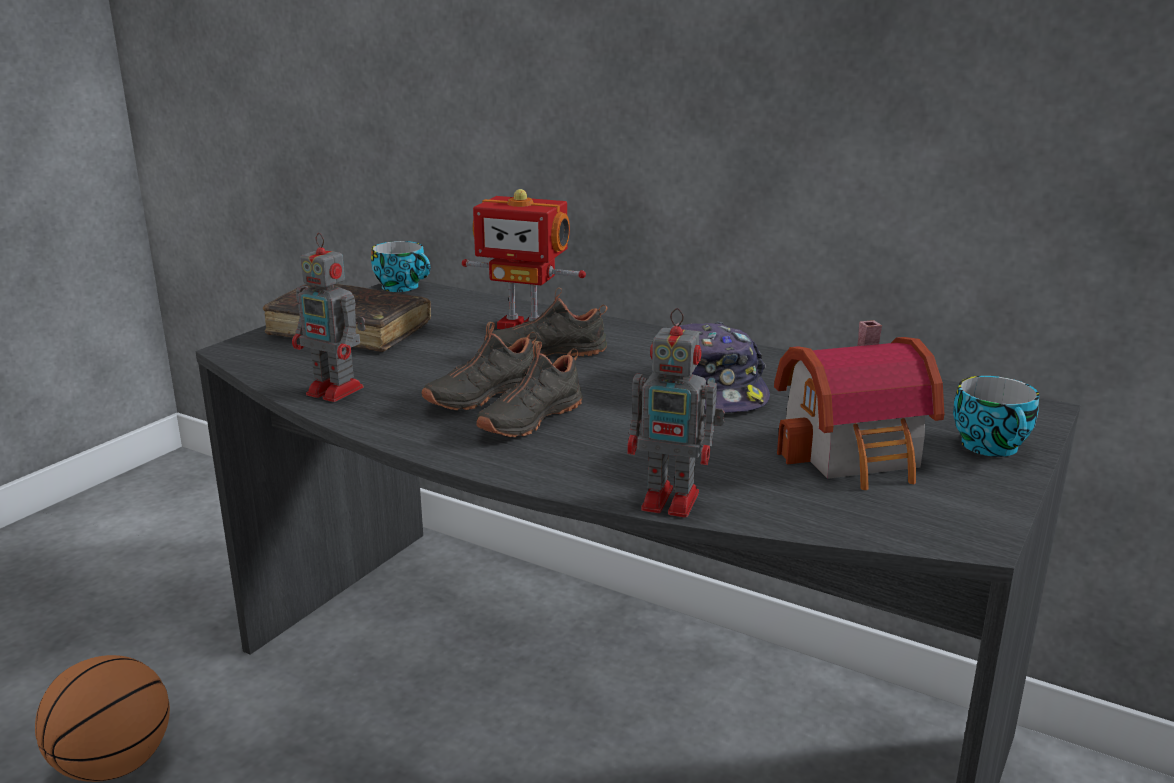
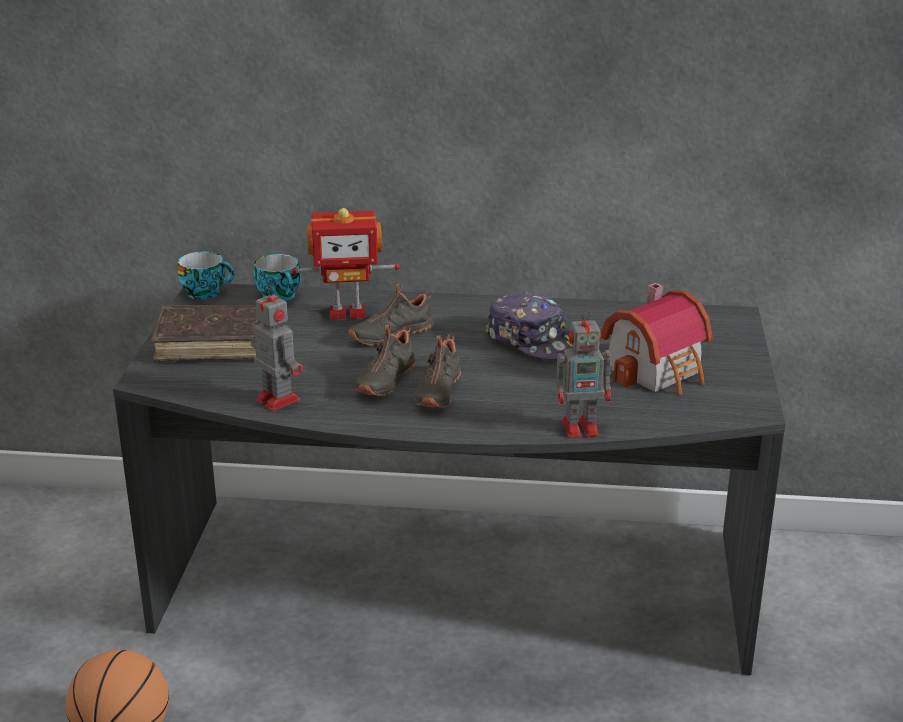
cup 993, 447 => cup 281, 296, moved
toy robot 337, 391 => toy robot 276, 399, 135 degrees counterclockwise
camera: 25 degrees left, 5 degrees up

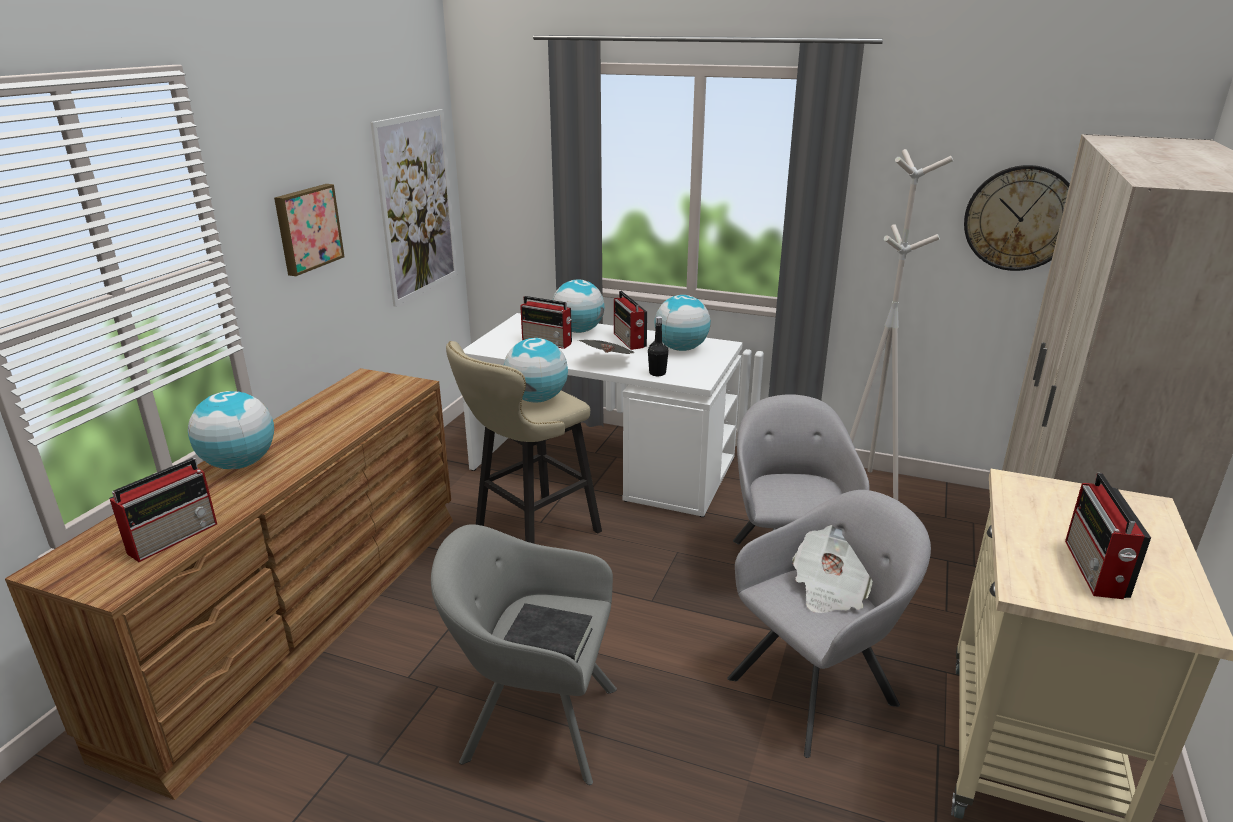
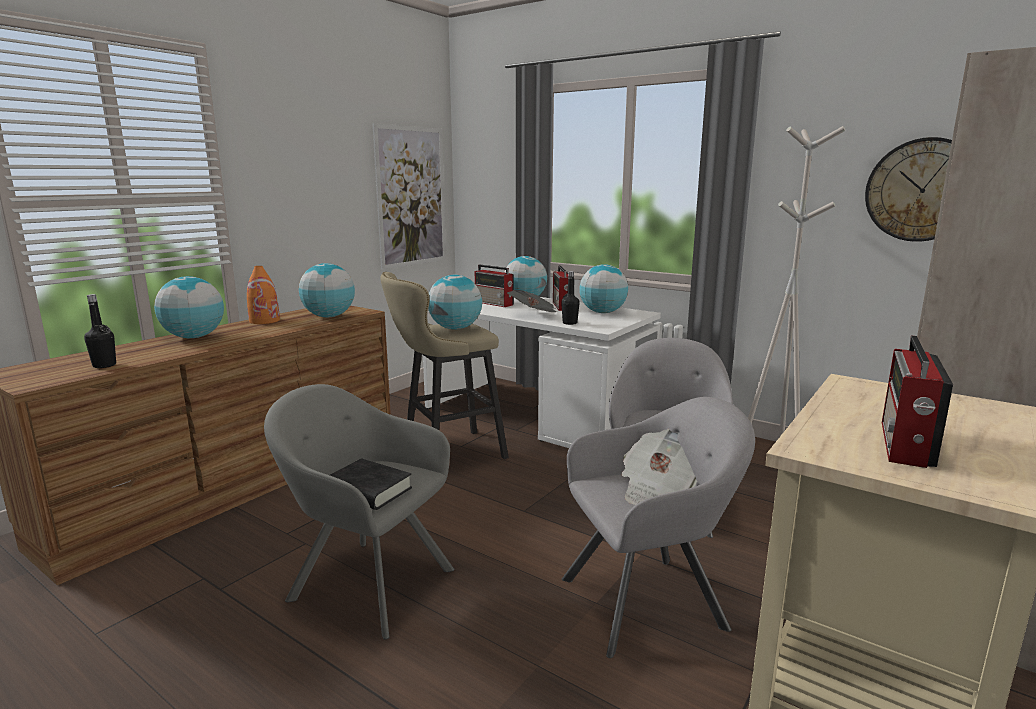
wall art 307, 228 => nothing
nothing => orangey decorative vase 265, 321
nothing => globe 329, 316
radio set 174, 537 => black bottle 104, 365
camera: 15 degrees right, 10 degrees down

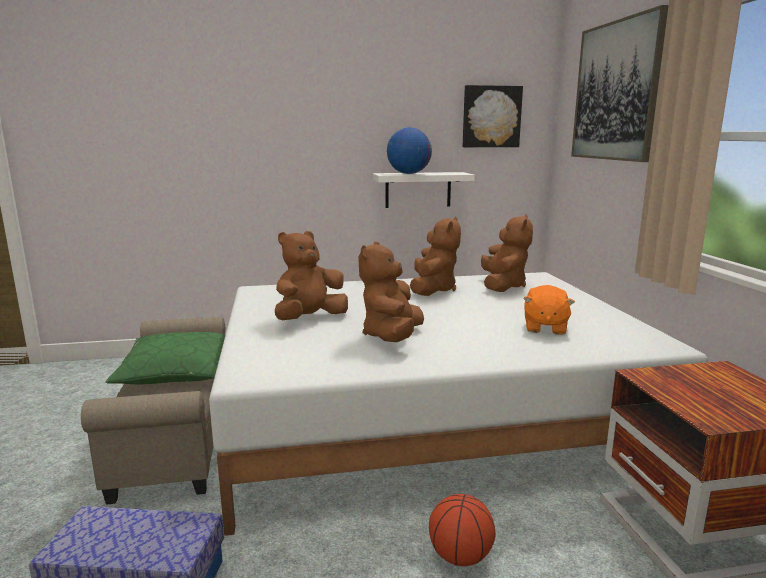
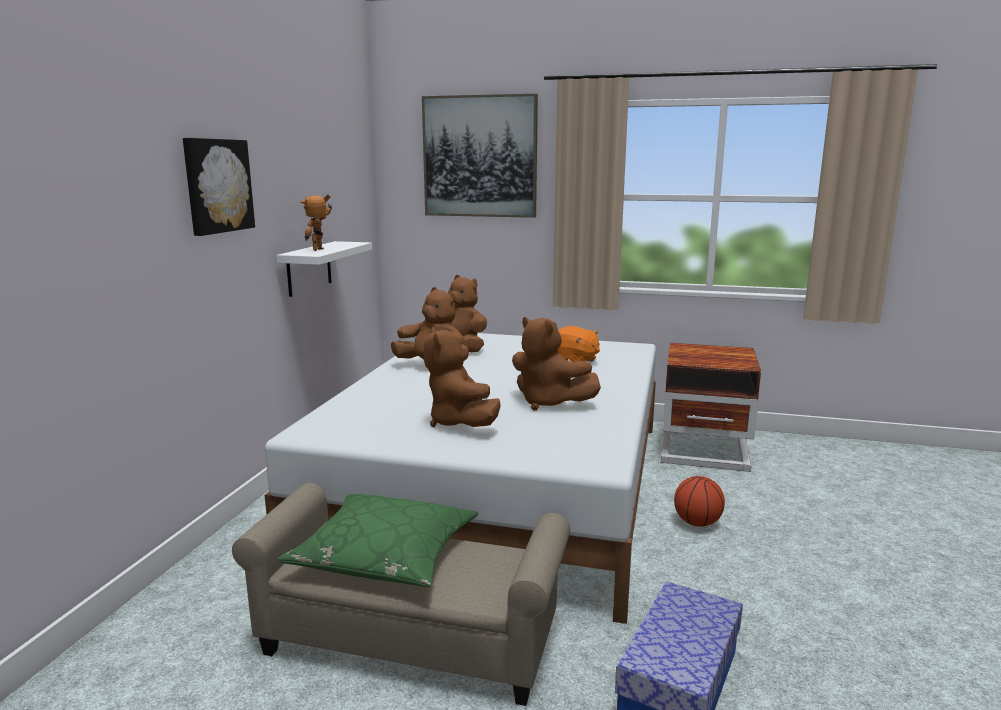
wall art 491, 117 => wall art 217, 186, moved
globe 408, 173 => toy robot 320, 250
camera: 65 degrees left, 0 degrees up

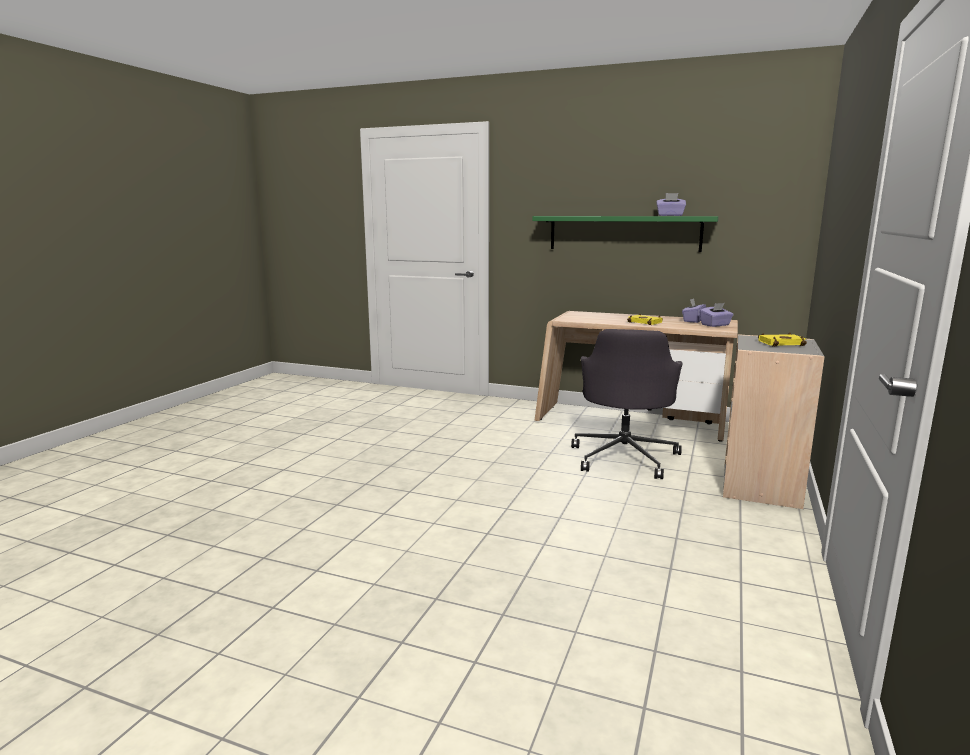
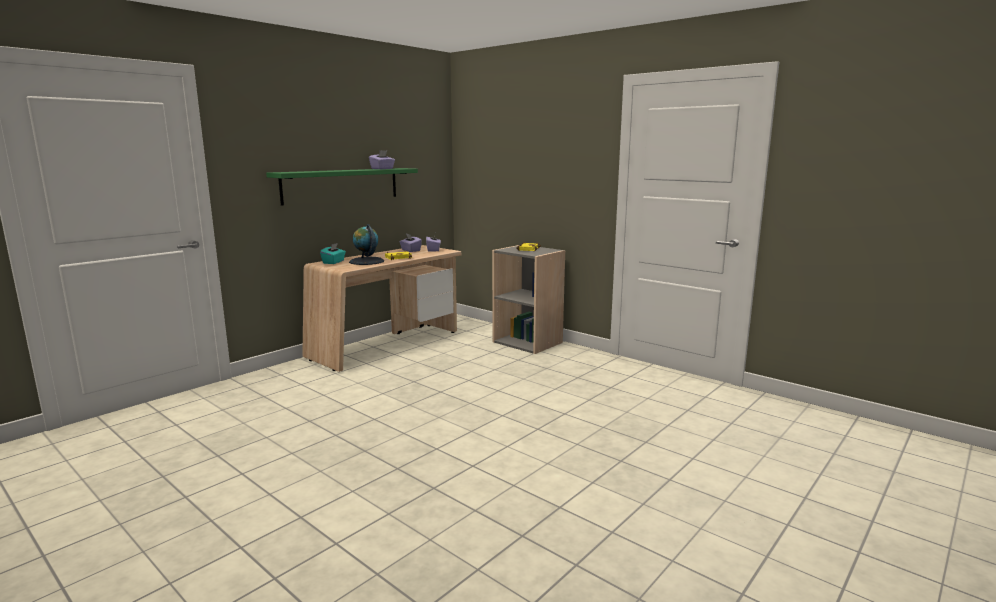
greyish computer chair 624, 457 => nothing
nothing => turquoise box of tissues 333, 262
nothing => globe 366, 261
camera: 70 degrees left, 0 degrees up

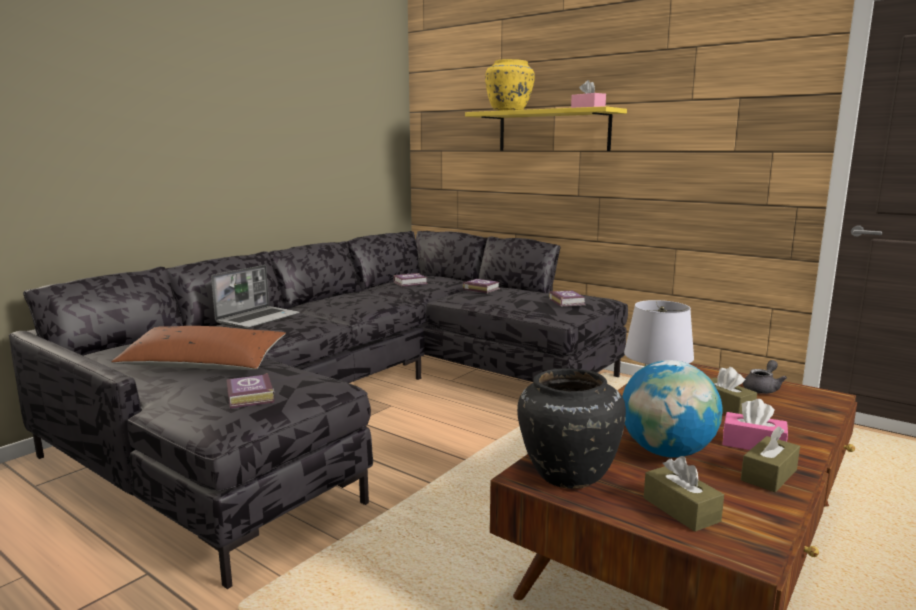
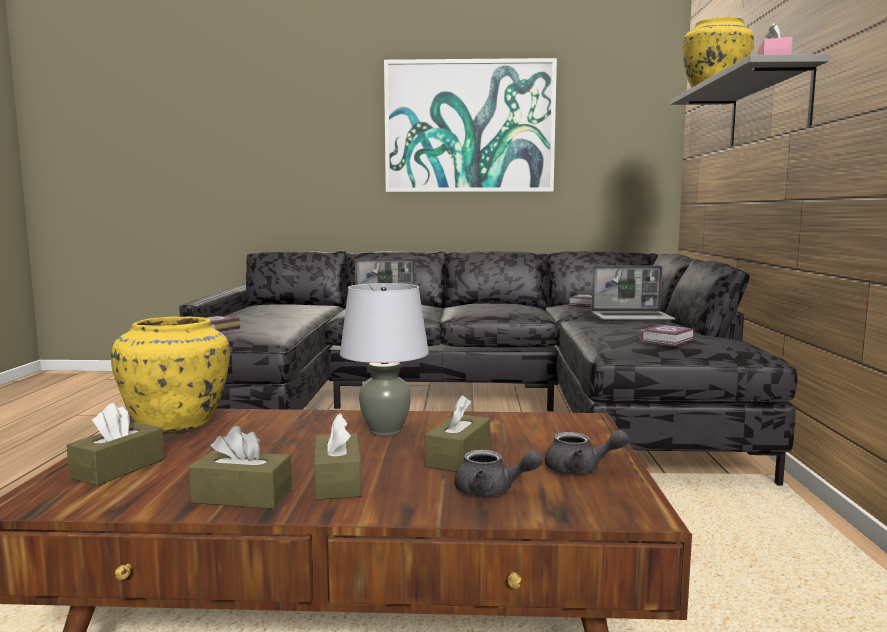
brown-coloured pillow 203, 364 => nothing
globe 666, 452 => nothing
nothing => wall art 469, 127
nothing => greyish tea pot 492, 491
book 481, 289 => laptop 632, 318
yellow-coloured bracket shelf 553, 131 => greyish bracket shelf 768, 108
black decorative vase 567, 473 => yellow-coloured decorative vase 178, 424
pinkish box of tissues 753, 444 => brown-coloured box of tissues 337, 481
camera: 55 degrees right, 5 degrees down

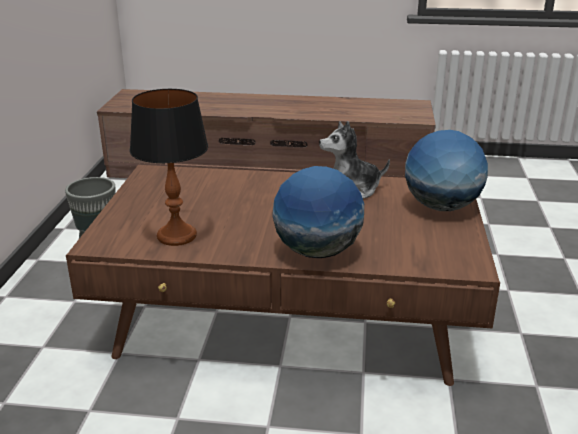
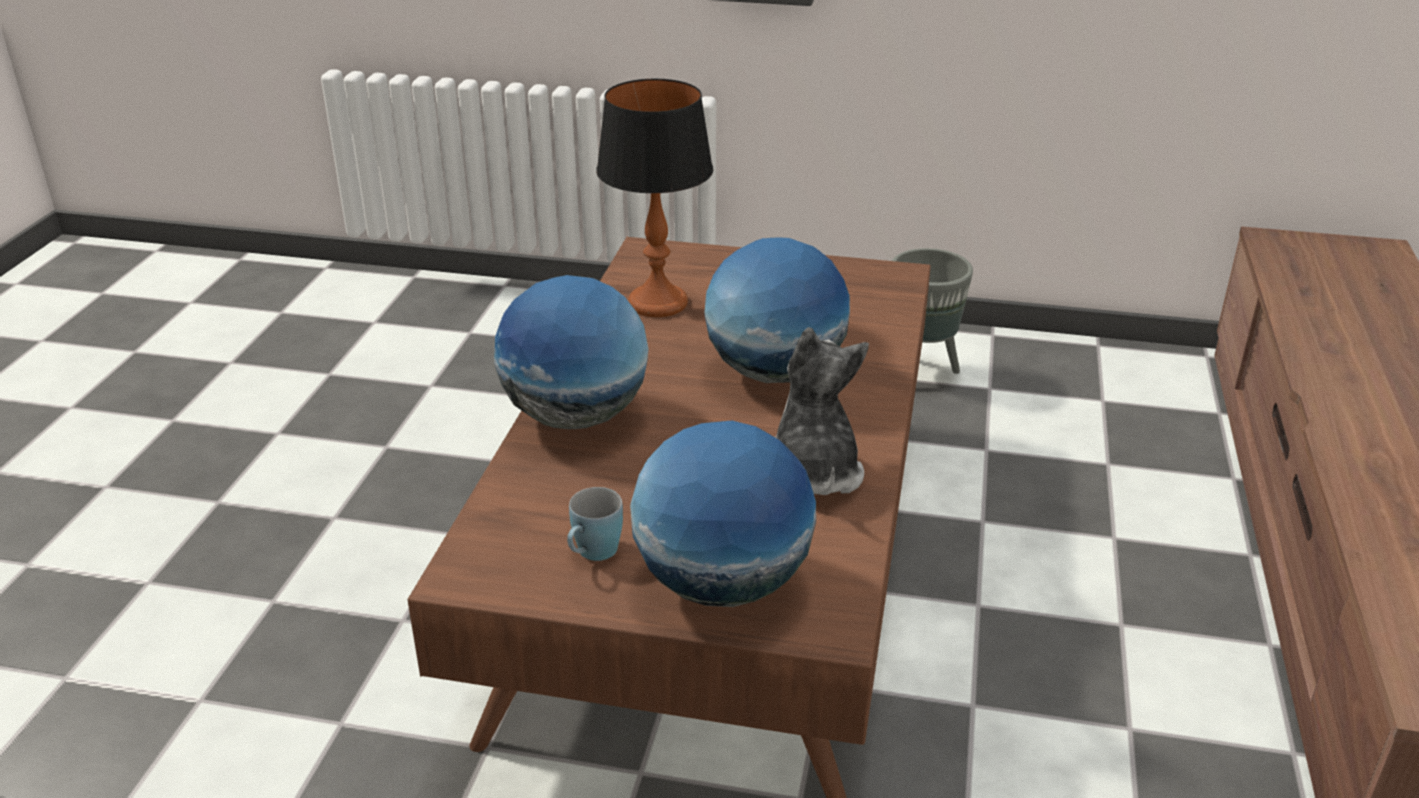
nothing => blue-coloured coffee mug 592, 554
nothing => globe 774, 372
camera: 95 degrees right, 5 degrees up

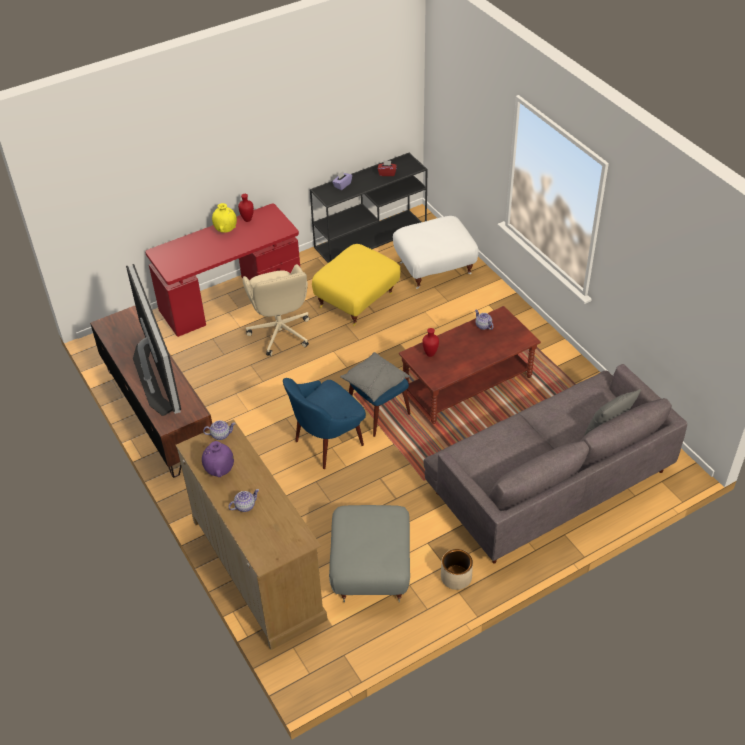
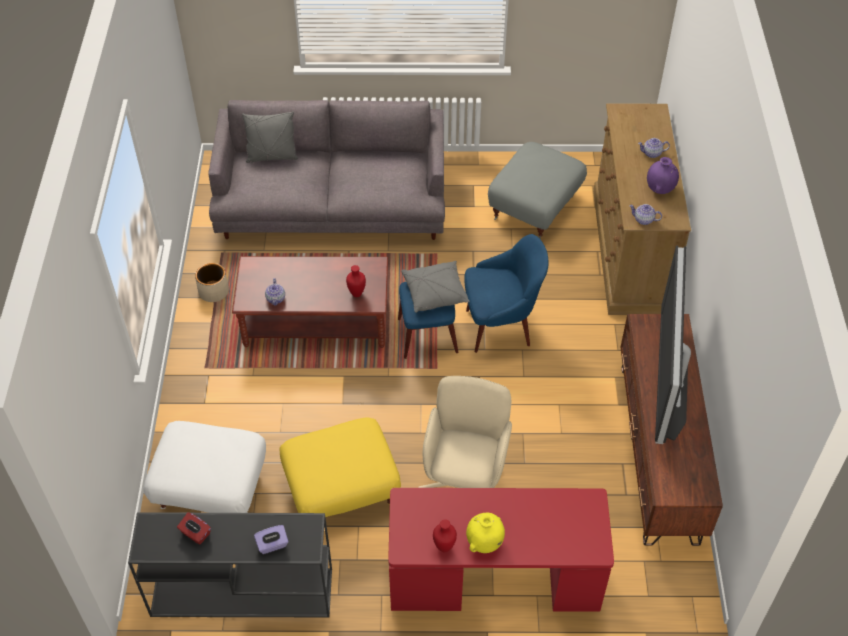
beige flower pot 456, 577 => beige flower pot 214, 291, moved
camera: 150 degrees left, 5 degrees up

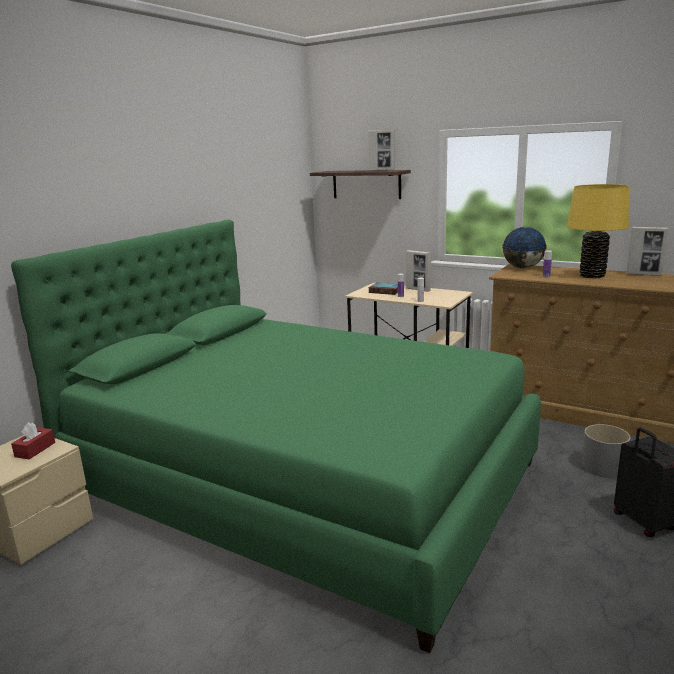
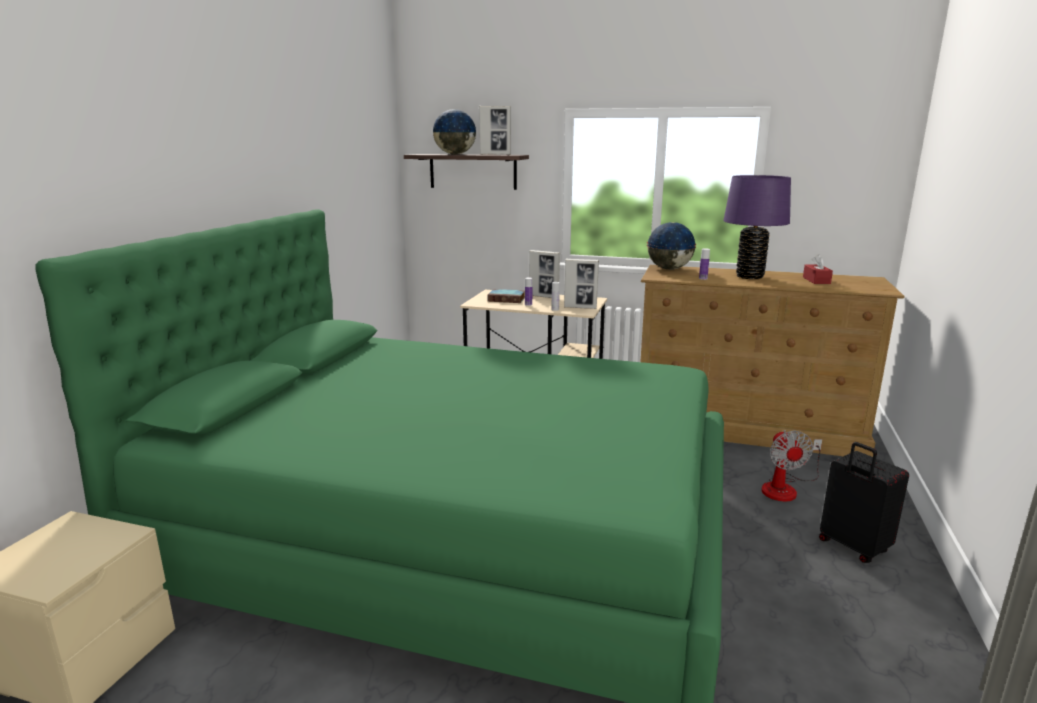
nothing => globe 455, 154
red-coloured box of tissues 35, 449 => red-coloured box of tissues 816, 280, moved
standing frame 643, 274 => standing frame 580, 307, moved
greyish flower pot 603, 467 => electric fan 785, 488
yellow-coloured tabletop lamp 592, 276 => purple-coloured tabletop lamp 749, 276
camera: 15 degrees left, 0 degrees up

